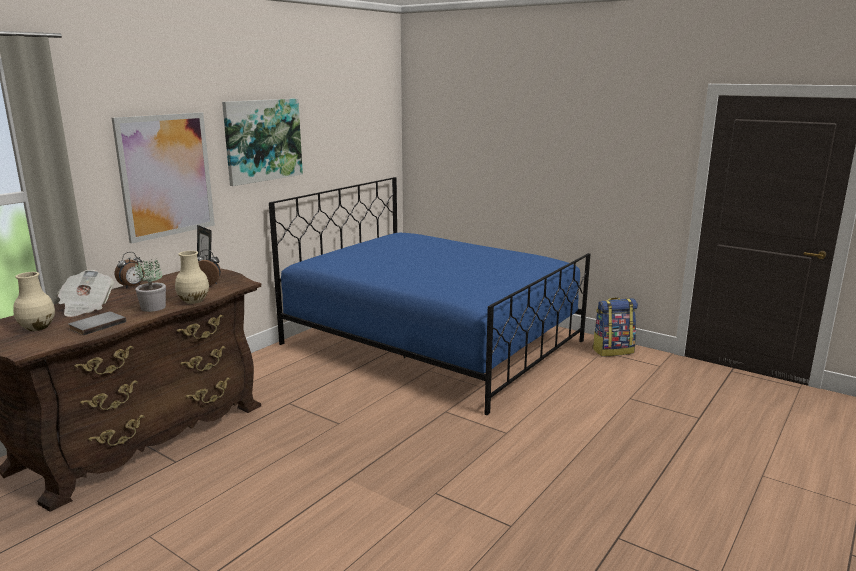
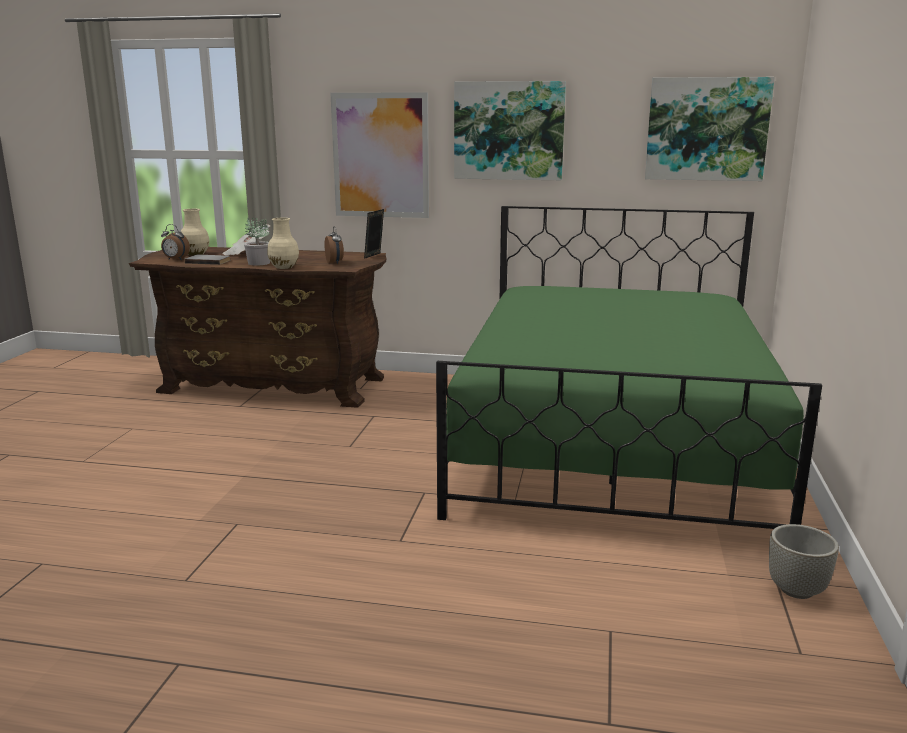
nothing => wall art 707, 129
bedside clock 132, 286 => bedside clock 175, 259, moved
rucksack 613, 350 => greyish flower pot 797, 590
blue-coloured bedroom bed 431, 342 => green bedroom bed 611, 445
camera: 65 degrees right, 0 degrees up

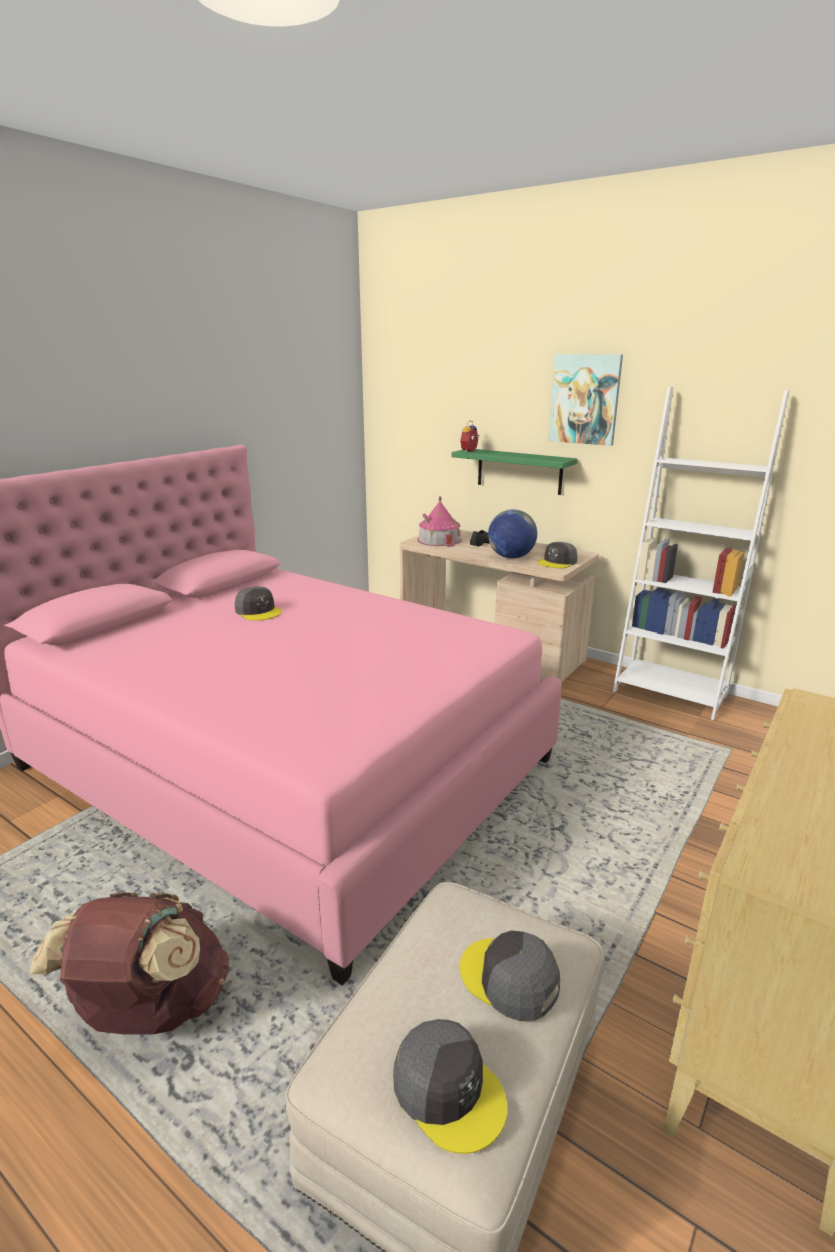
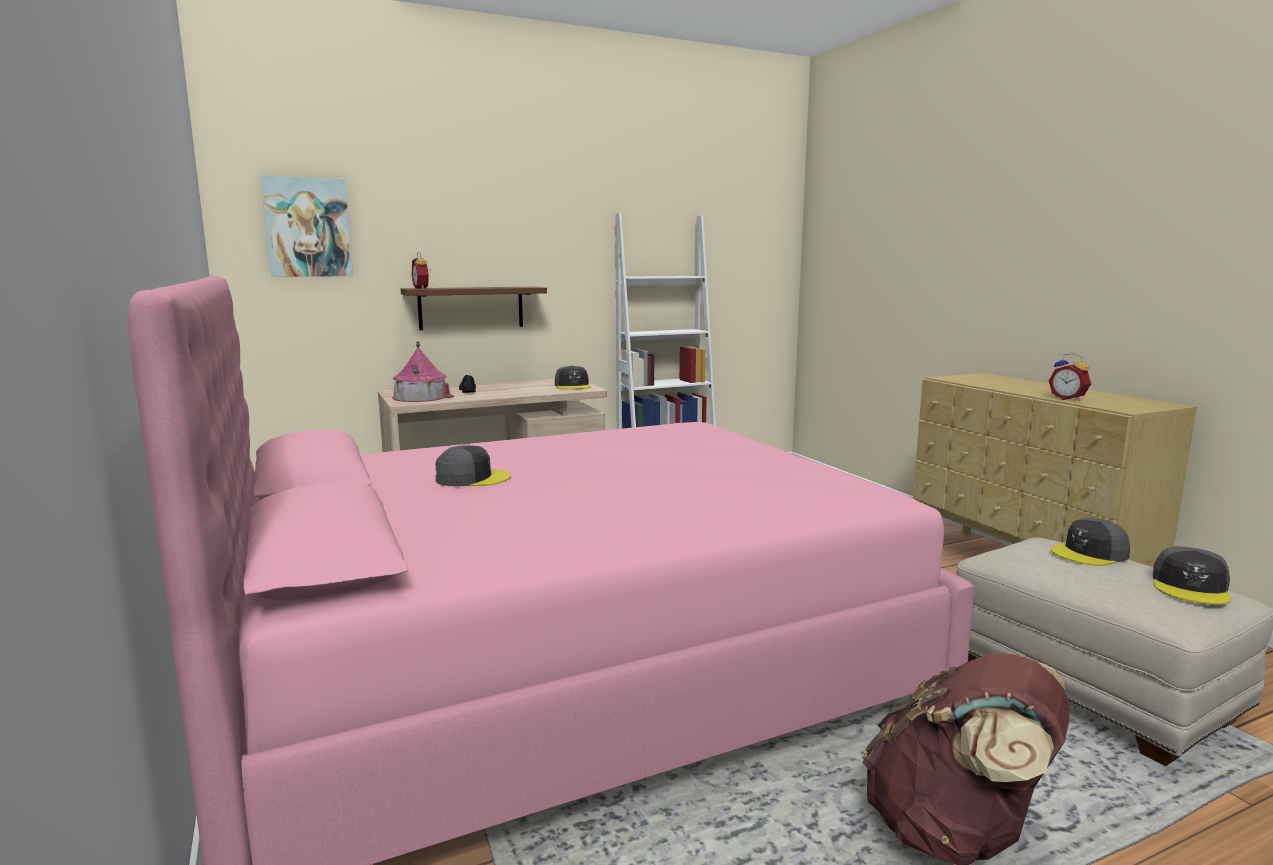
globe 511, 557 => nothing
nothing => bedside clock 1068, 399
wall art 585, 399 => wall art 308, 227, moved
green bracket shelf 519, 471 => brown-coloured bracket shelf 471, 307
greyish peaked cap 448, 1090 => greyish peaked cap 1190, 587, 135 degrees clockwise
camera: 60 degrees left, 10 degrees down

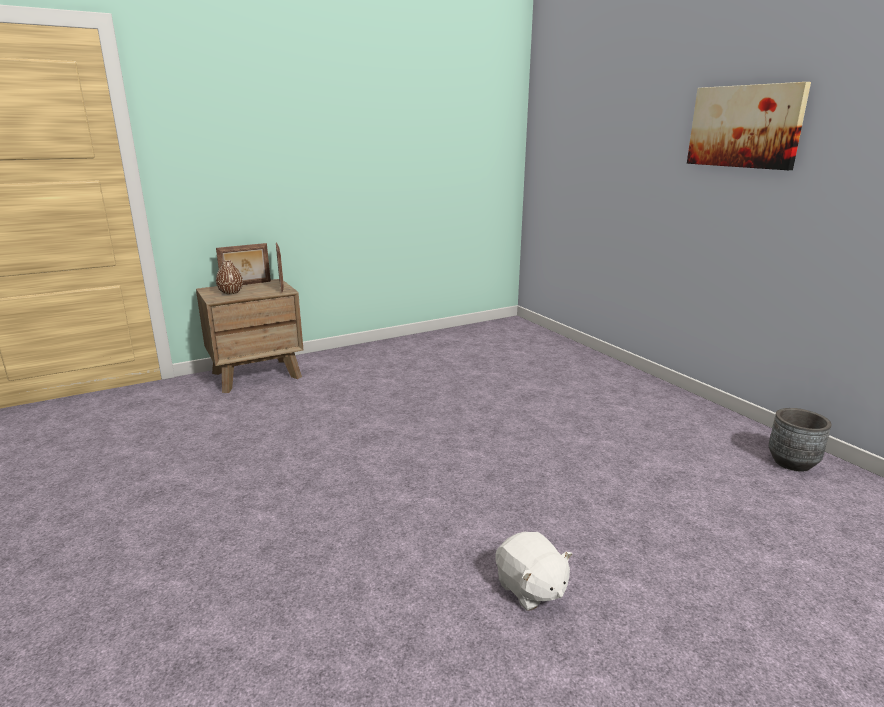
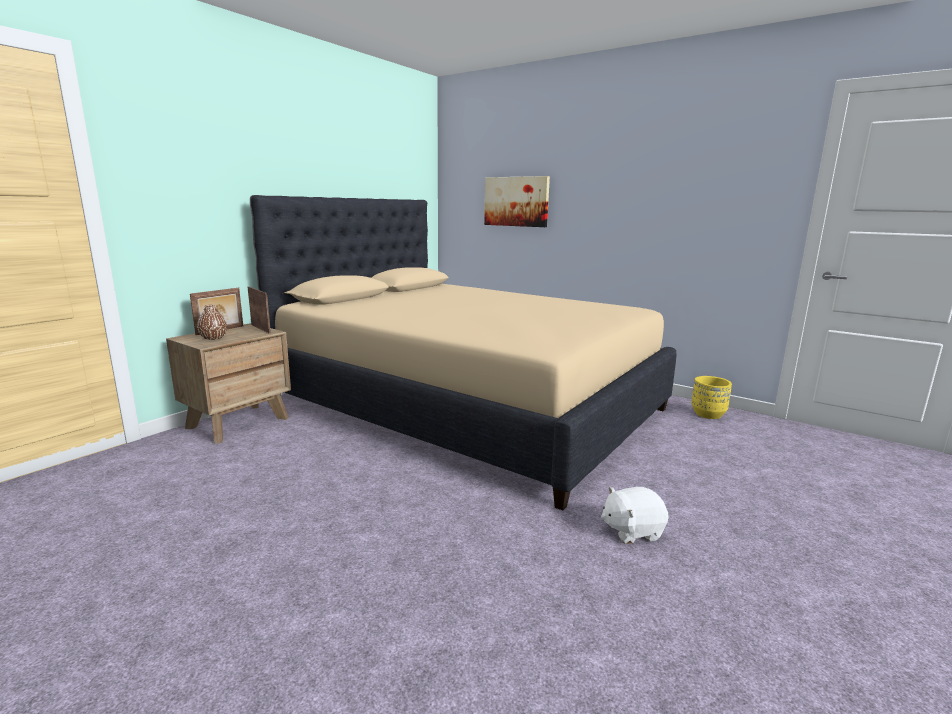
nothing => beige bedroom bed 467, 405
wall art 745, 126 => wall art 516, 201, moved
greyish flower pot 792, 462 => yellow-coloured flower pot 708, 414
white plush toy 530, 589 => white plush toy 632, 531, 135 degrees clockwise
camera: 25 degrees left, 5 degrees down

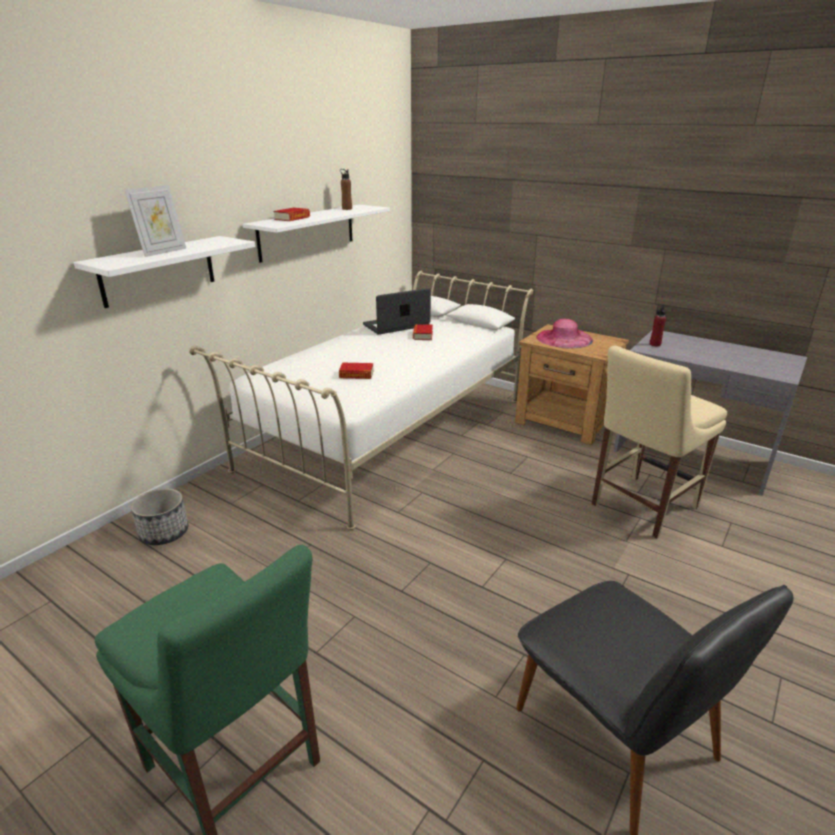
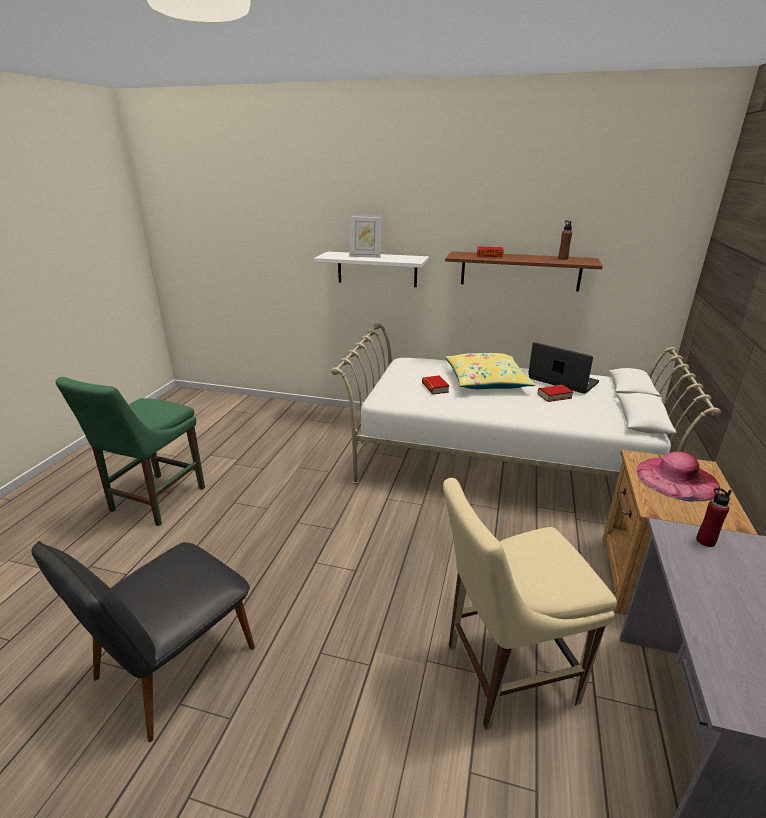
flower pot 164, 533 => nothing
nothing => yellow-coloured pillow 486, 381
white bracket shelf 307, 232 => brown-coloured bracket shelf 520, 271
beige plain chair 640, 507 => beige plain chair 503, 673, 45 degrees counterclockwise
camera: 70 degrees right, 0 degrees up

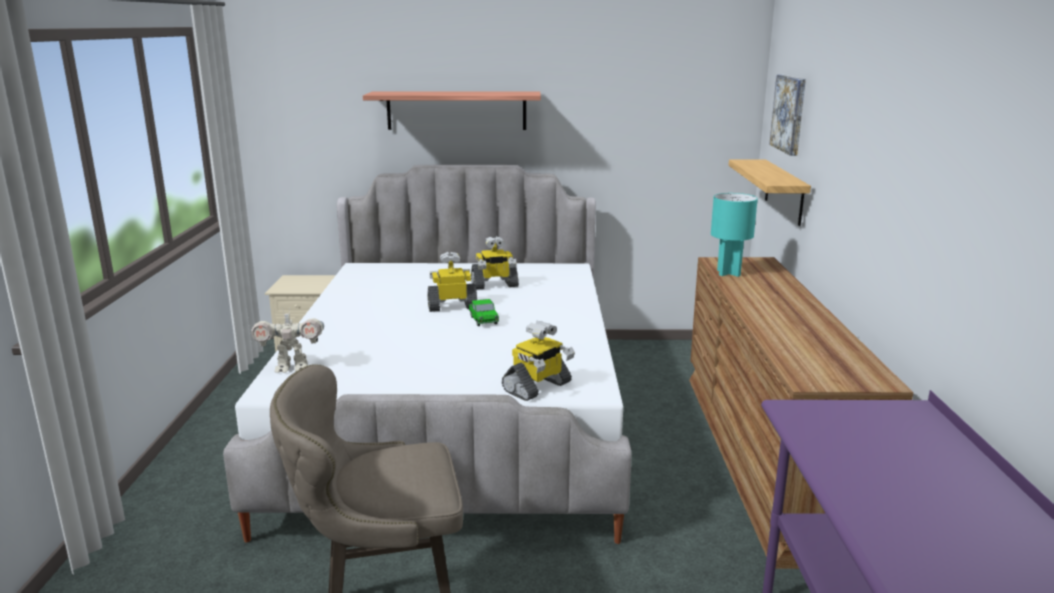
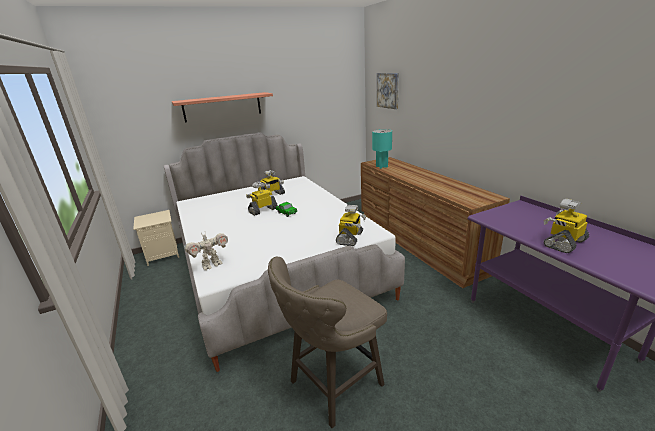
bracket shelf 784, 192 => nothing
nothing => toy robot 564, 243
camera: 25 degrees left, 5 degrees up

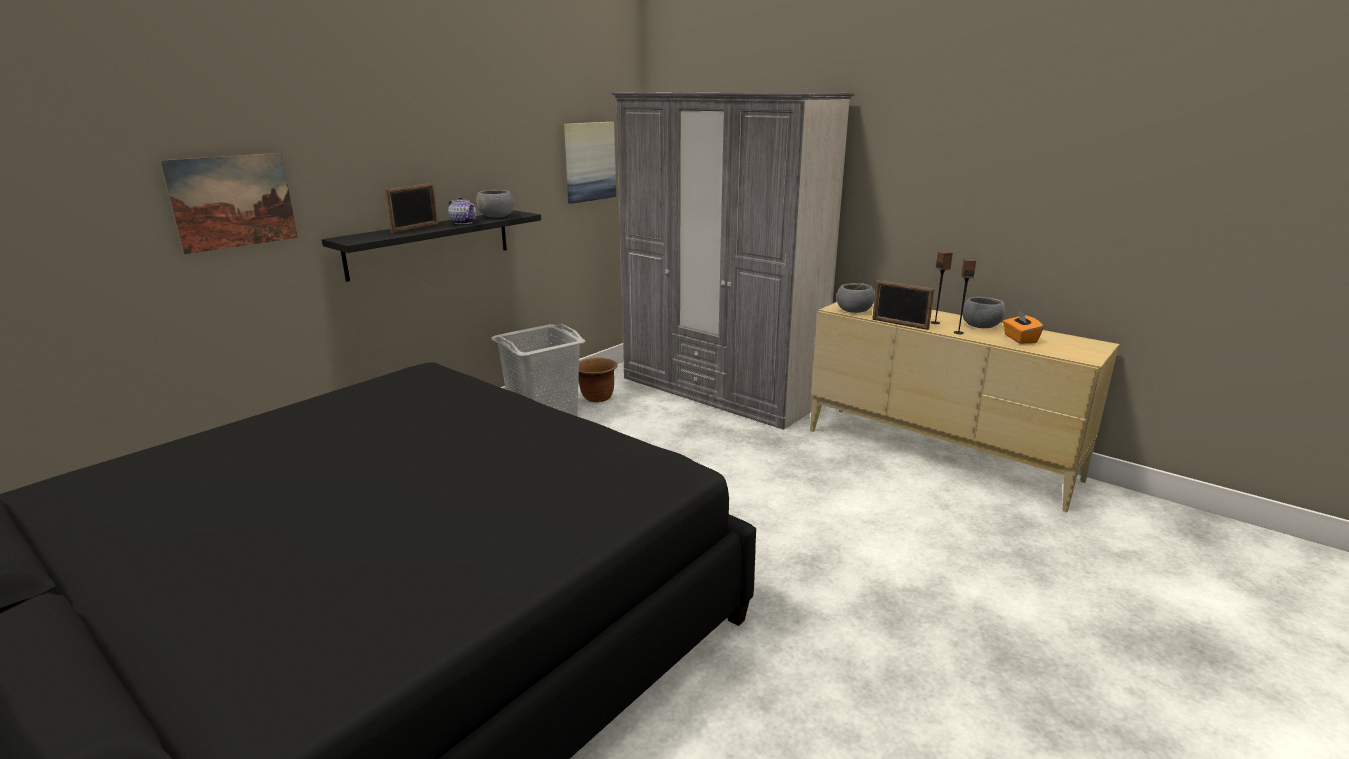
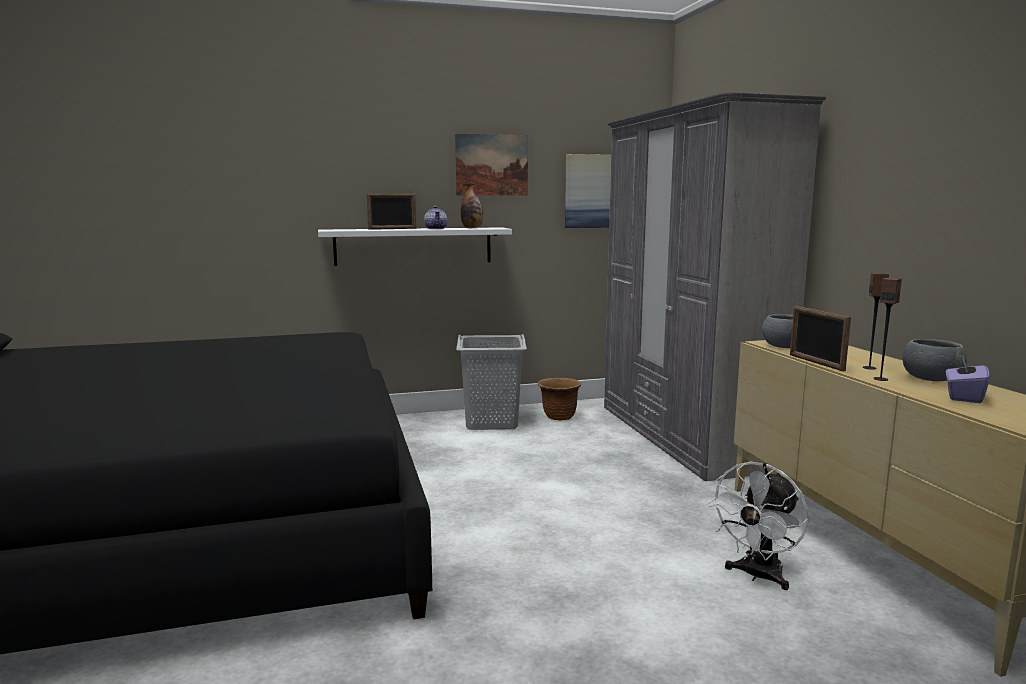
nothing => white electric fan 757, 576
wall art 233, 201 => wall art 491, 165, moved
greyish serving bowl 496, 217 => bottle 472, 228
black bracket shelf 430, 243 => white bracket shelf 413, 246
orangey box of tissues 1019, 339 => purple-coloured box of tissues 963, 397
camera: 35 degrees right, 10 degrees down

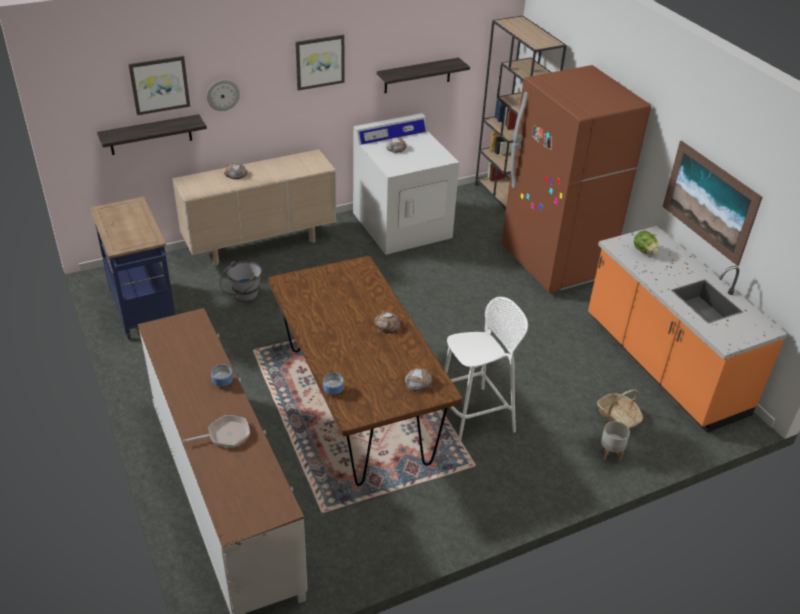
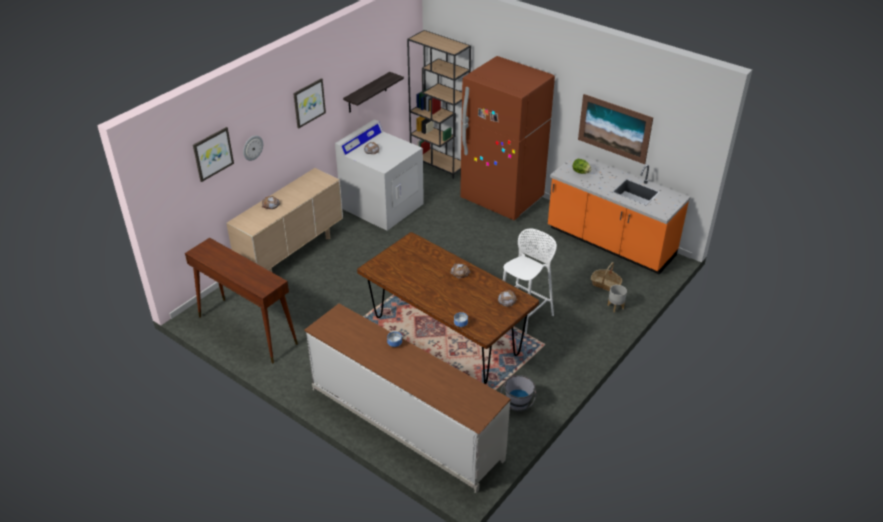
bracket shelf 150, 135 => nothing
skillet 225, 435 => nothing
greyish bucket 242, 296 => greyish bucket 517, 407, moved
blue-coloured cart 143, 311 => brown-coloured narrow table 247, 330
camera: 25 degrees left, 0 degrees up

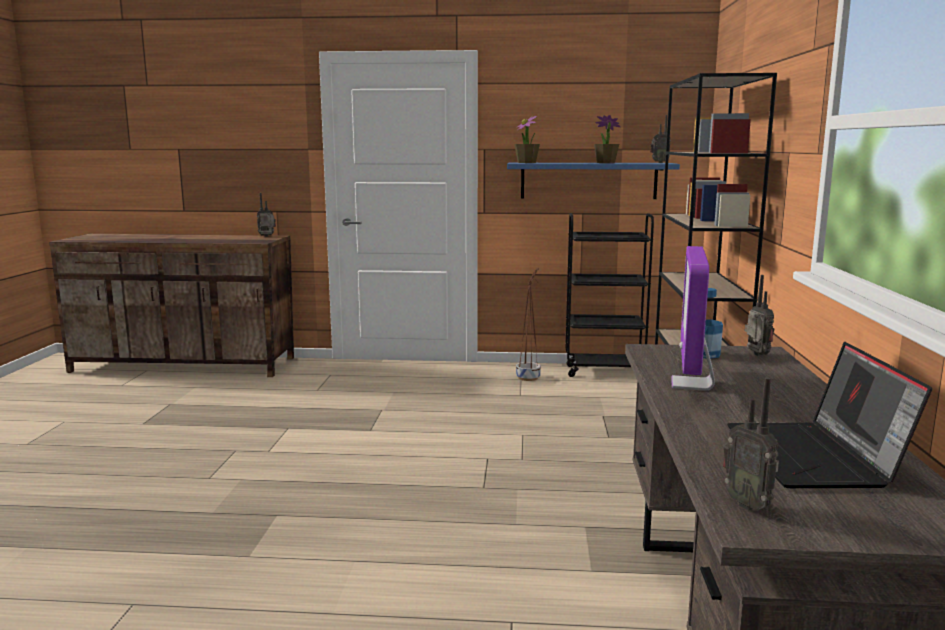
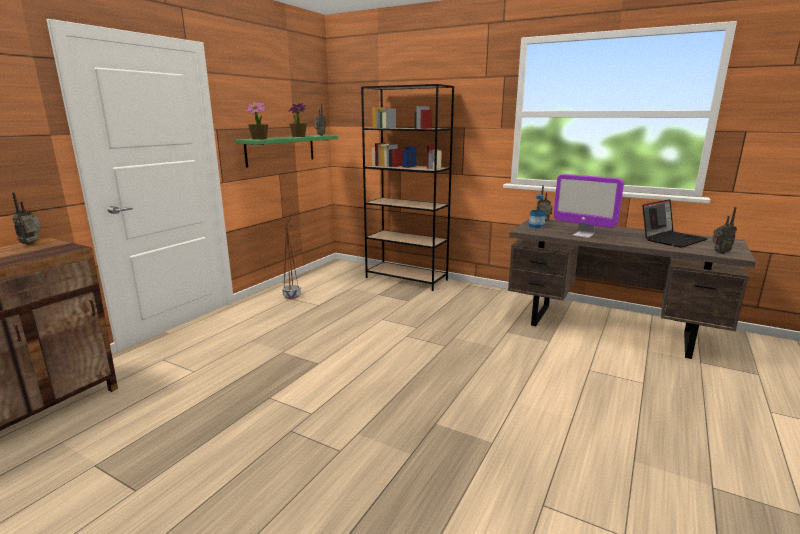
black cart 605, 371 => nothing
blue-coloured bracket shelf 588, 180 => green bracket shelf 281, 150
laptop 816, 457 => laptop 671, 239, 60 degrees counterclockwise
camera: 65 degrees left, 5 degrees up

